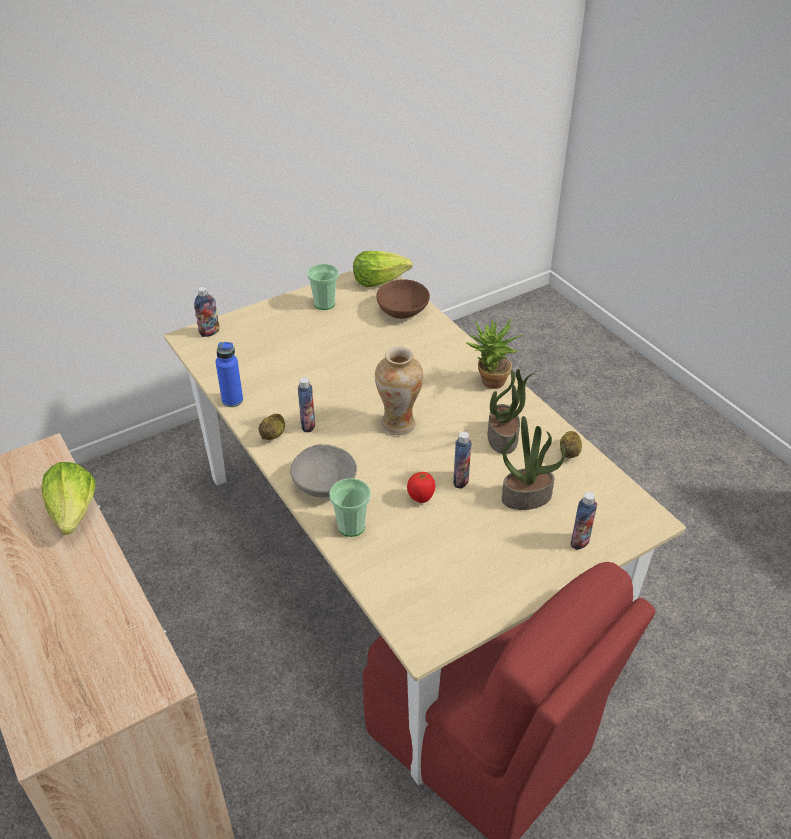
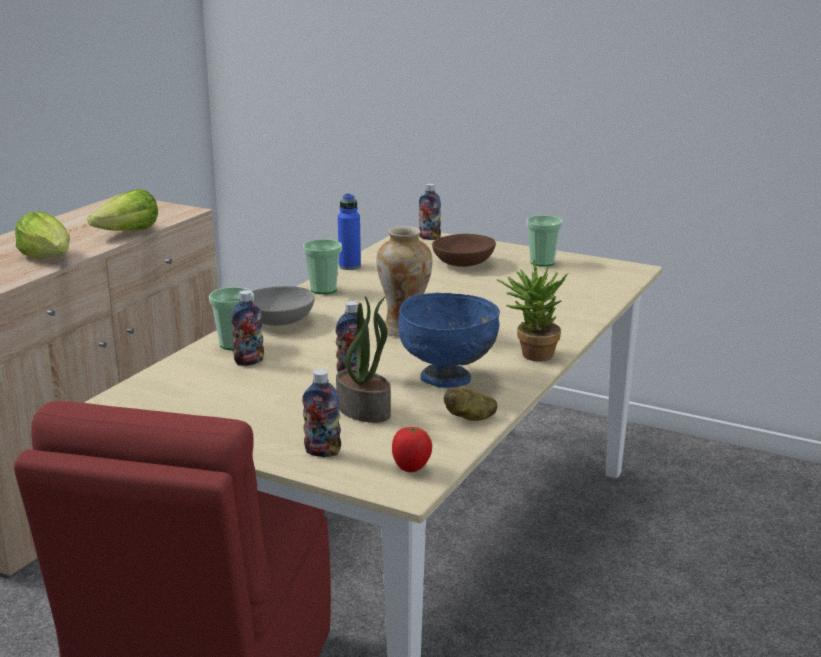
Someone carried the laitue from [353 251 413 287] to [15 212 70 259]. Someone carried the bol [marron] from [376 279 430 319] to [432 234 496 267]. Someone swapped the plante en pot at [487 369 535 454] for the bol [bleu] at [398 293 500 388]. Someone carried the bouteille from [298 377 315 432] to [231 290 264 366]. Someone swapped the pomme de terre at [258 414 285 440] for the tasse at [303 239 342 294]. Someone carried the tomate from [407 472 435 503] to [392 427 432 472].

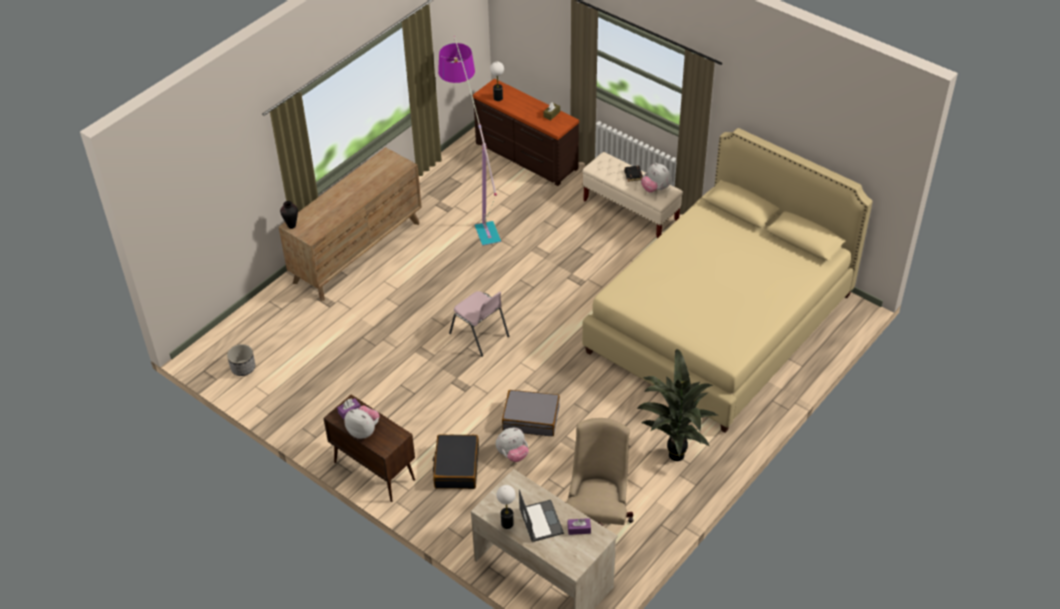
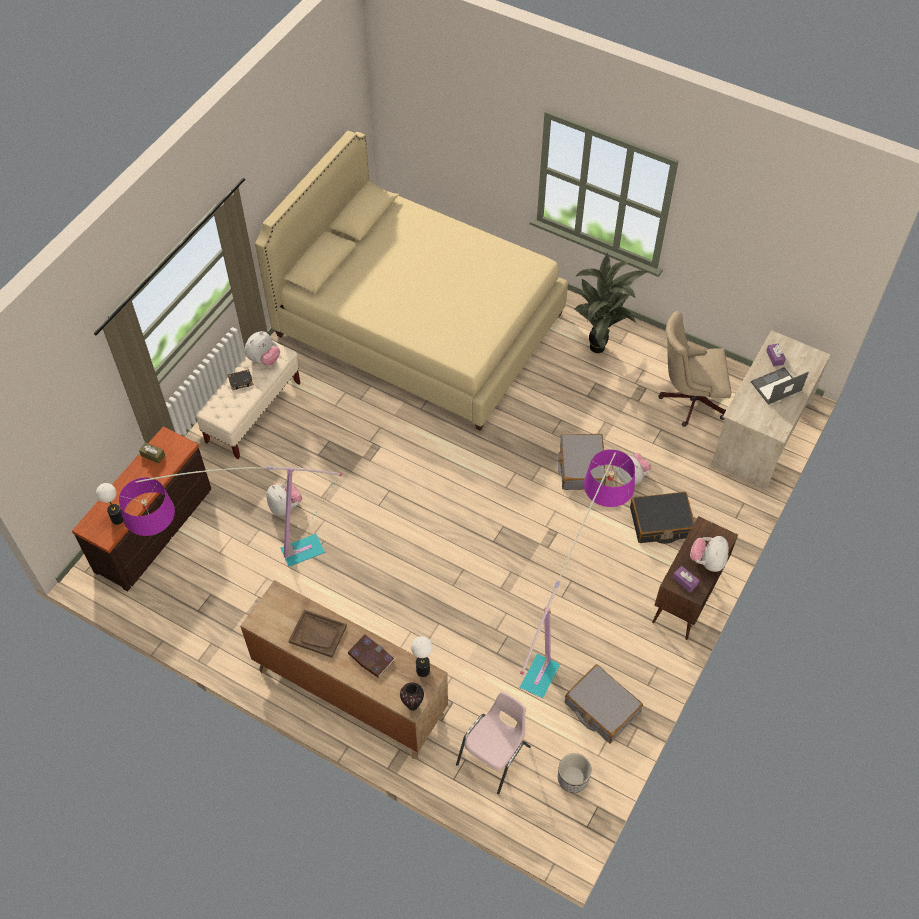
Someone carried the chaise [rose] from [449 291 509 357] to [456 692 531 794]. Someone carried the lampe de table from [497 485 516 529] to [411 636 433 677]. Someone put down the lampadaire at [520 449 635 699]. Someone put down the peluche at [266 484 302 516]. Someone put down the plateau [marron] at [289 610 347 658]. Someone put down the livre at [348 635 395 678]. Someone put down the valise [gris] at [565 664 643 744].

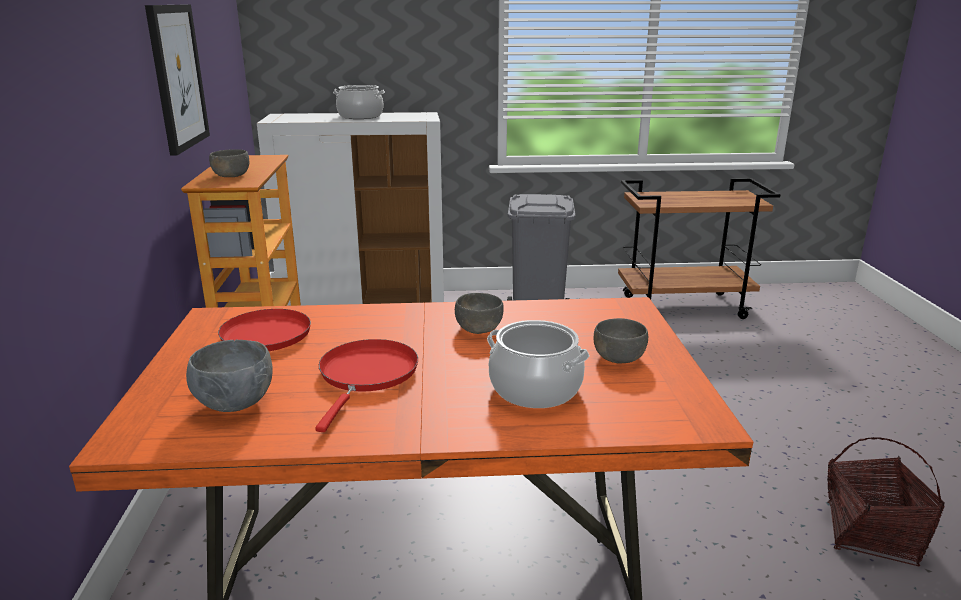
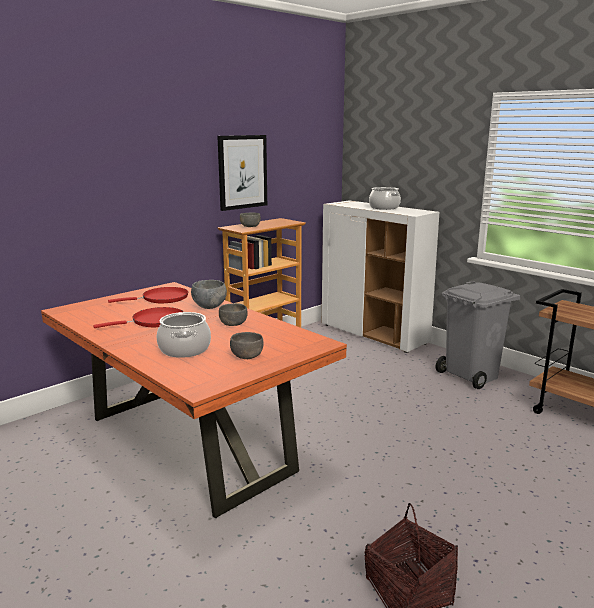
Someone carried the bol [gris] from [186 340 272 412] to [191 280 227 309].

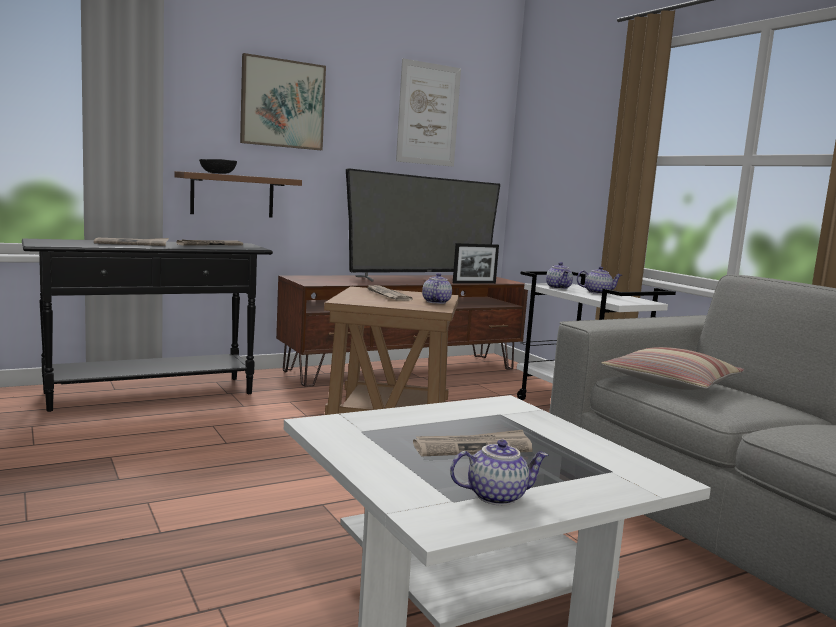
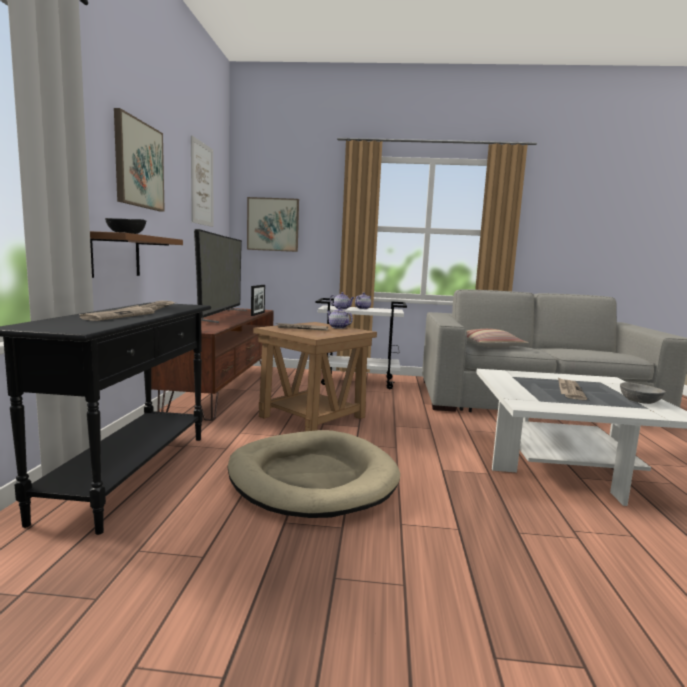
Someone swapped the théière at [450 439 549 506] for the bol [gris] at [620 382 666 404]. Someone put up the tableau at [247 197 299 252]. Someone put down the panier pour chien [beige] at [227 430 400 518].

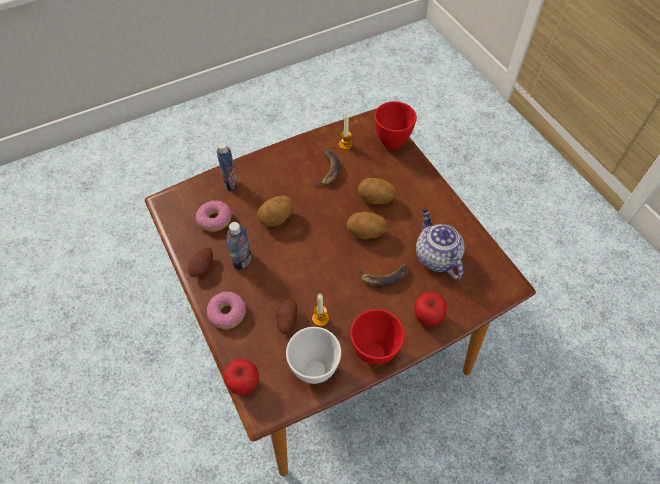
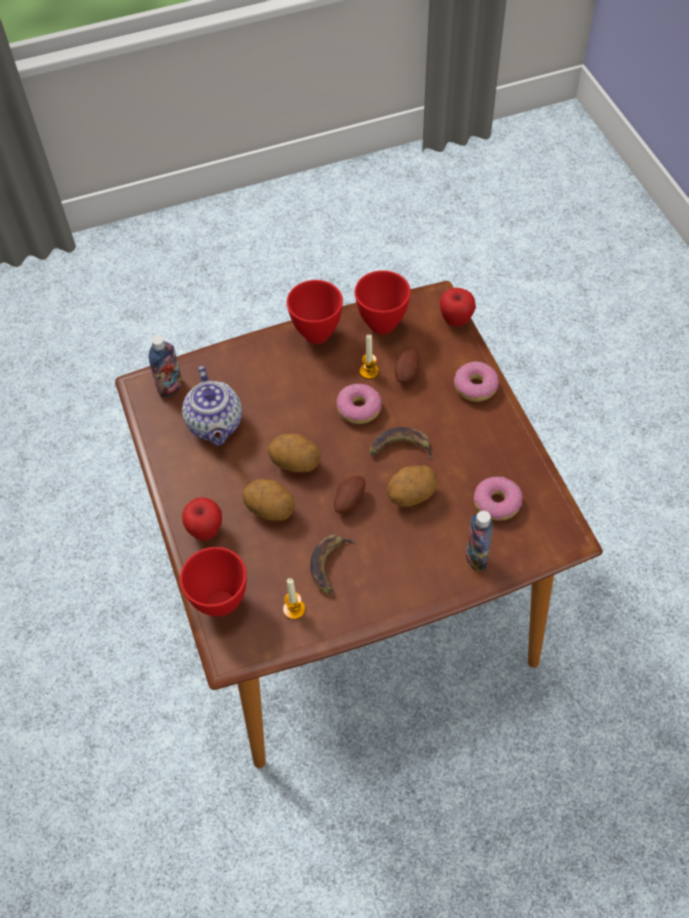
Someone carried the bouteille from [227 222 252 270] to [149 335 182 398]. Someone carried the pomme de terre from [188 248 213 277] to [334 476 365 514]. Someone carried the banane from [357 263 408 287] to [370 427 434 459]. Someone carried the pomme from [414 292 447 326] to [182 497 222 541]. Someone repainted the bol [blanc] at [286 327 341 384], which became the bol [rouge] at [355 270 411 335]. Someone put down the beignet at [337 384 382 424].

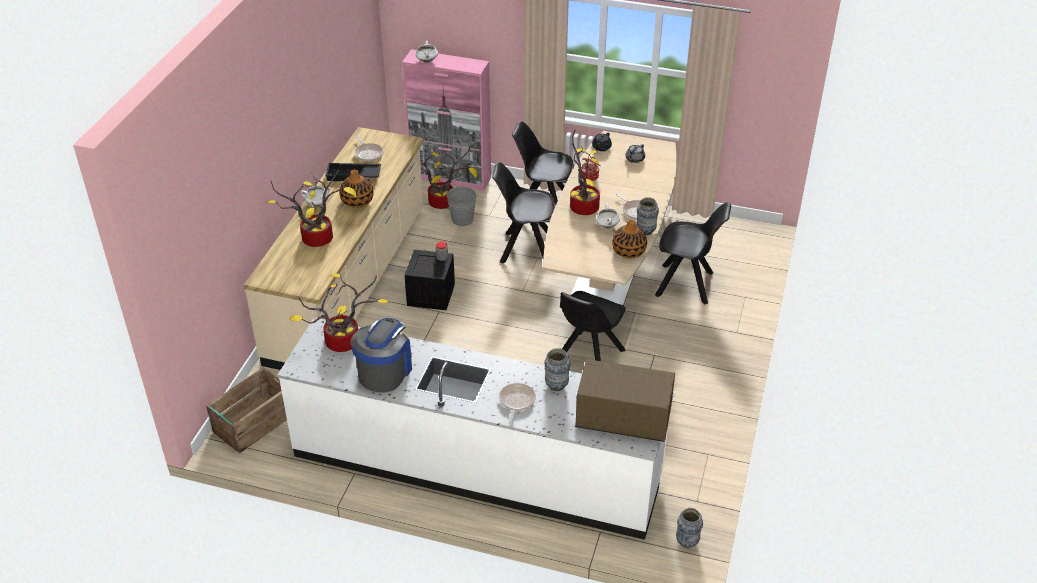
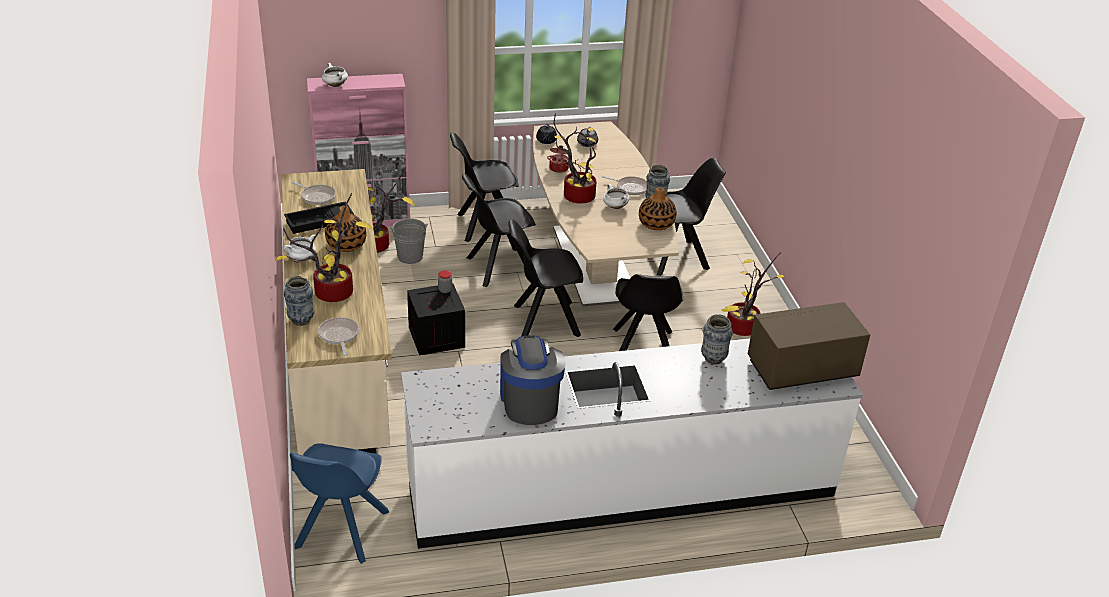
Someone carried the plante en pot from [289 273 390 352] to [722 252 785 336]. Someone swapped the caisse at [206 367 287 453] for the chaise [bleu] at [290 443 389 564]. Someone carried the poêle from [499 383 536 424] to [318 317 359 355]. Someone carried the vase from [676 508 703 548] to [284 276 314 326]. Someone put down the chaise [noir] at [508 219 583 337].

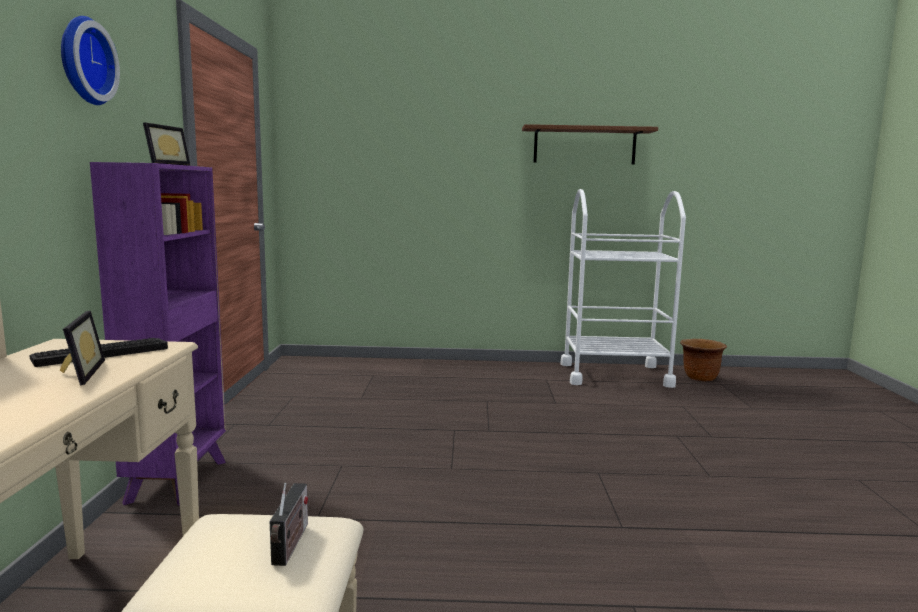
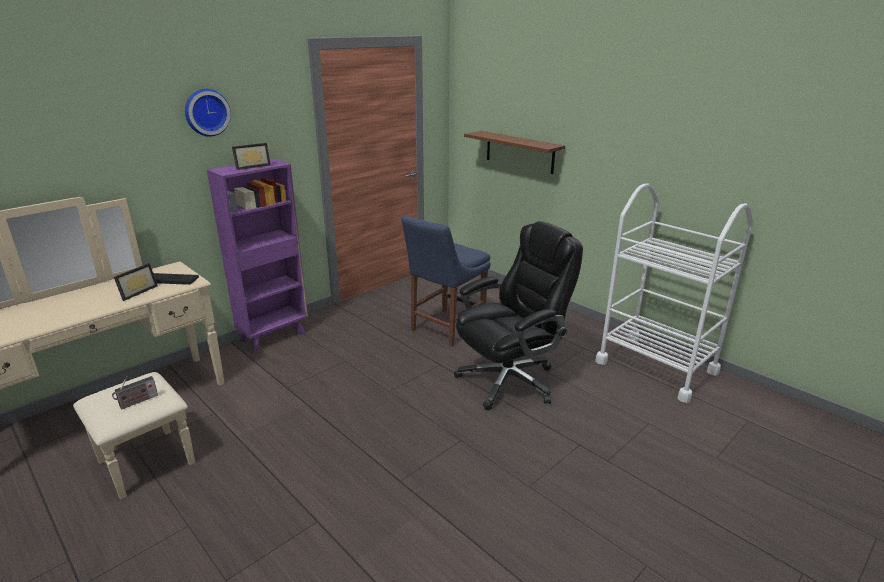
Someone carried the étagère [marron] from [522 124 658 164] to [464 131 565 174]. Someone took away the cache-pot [marron] at [680 339 727 381]. Someone put down the chaise [bleu] at [401 215 491 347]. Someone put down the chaise de bureau [noir] at [454 221 583 410].

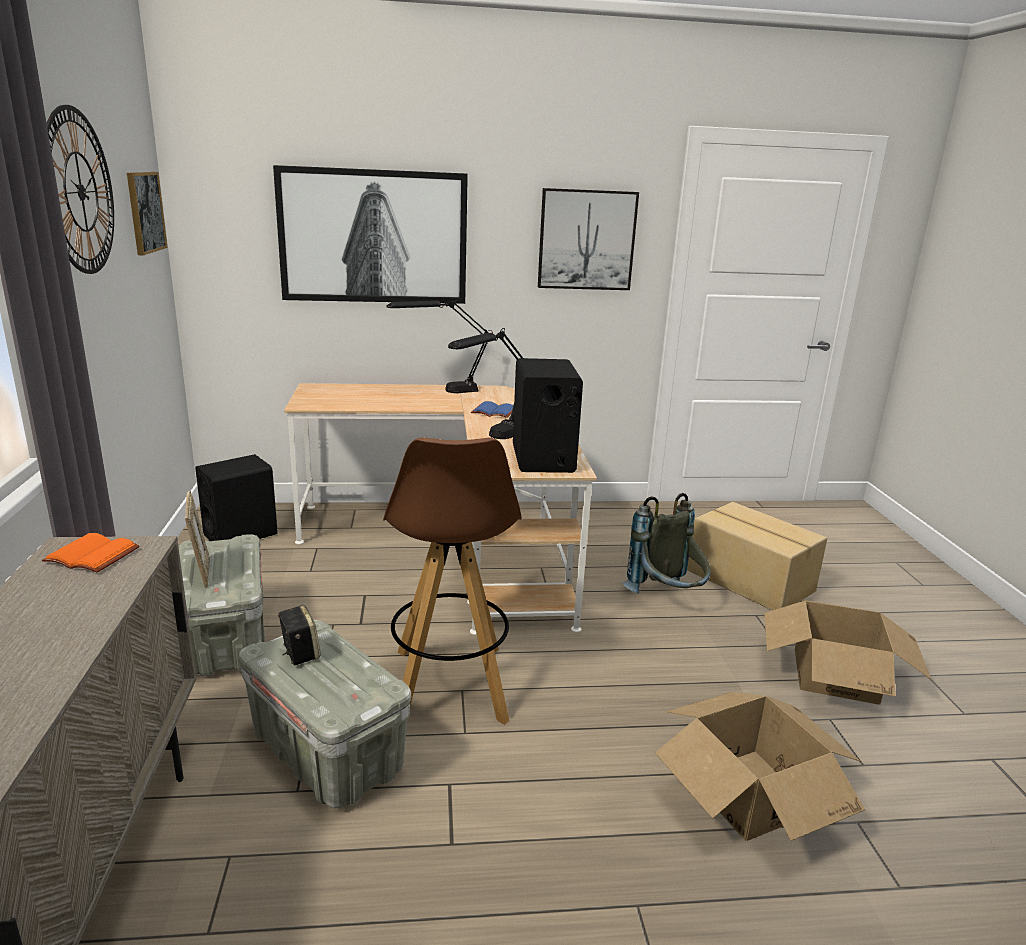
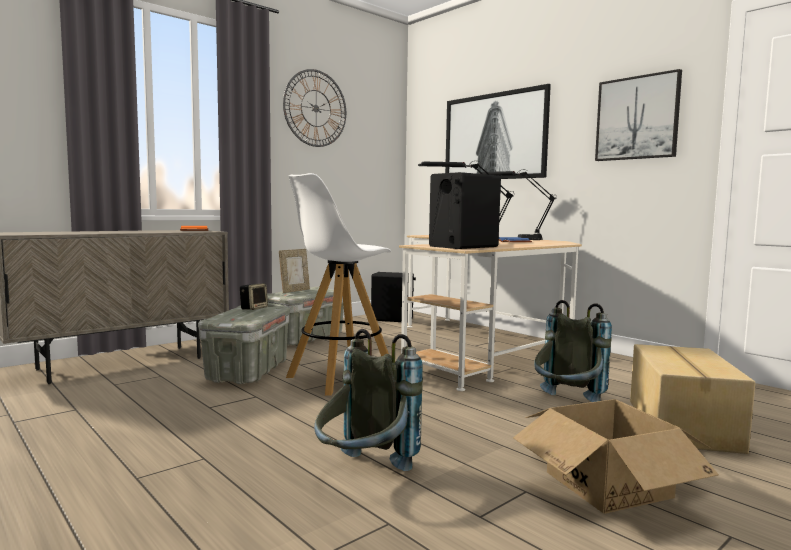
Someone took away the tableau at [127 172 168 255]. Someone repainted the tabouret [marron] at [383 437 522 725], which became the tabouret [blanc] at [286 173 391 396]. Someone swapped the carton at [655 692 865 841] for the sac à dos [gris] at [314 329 423 471].

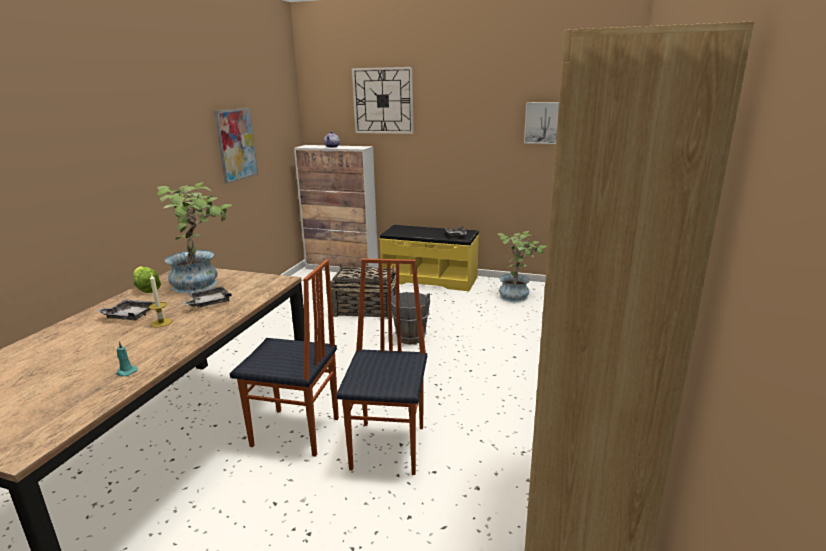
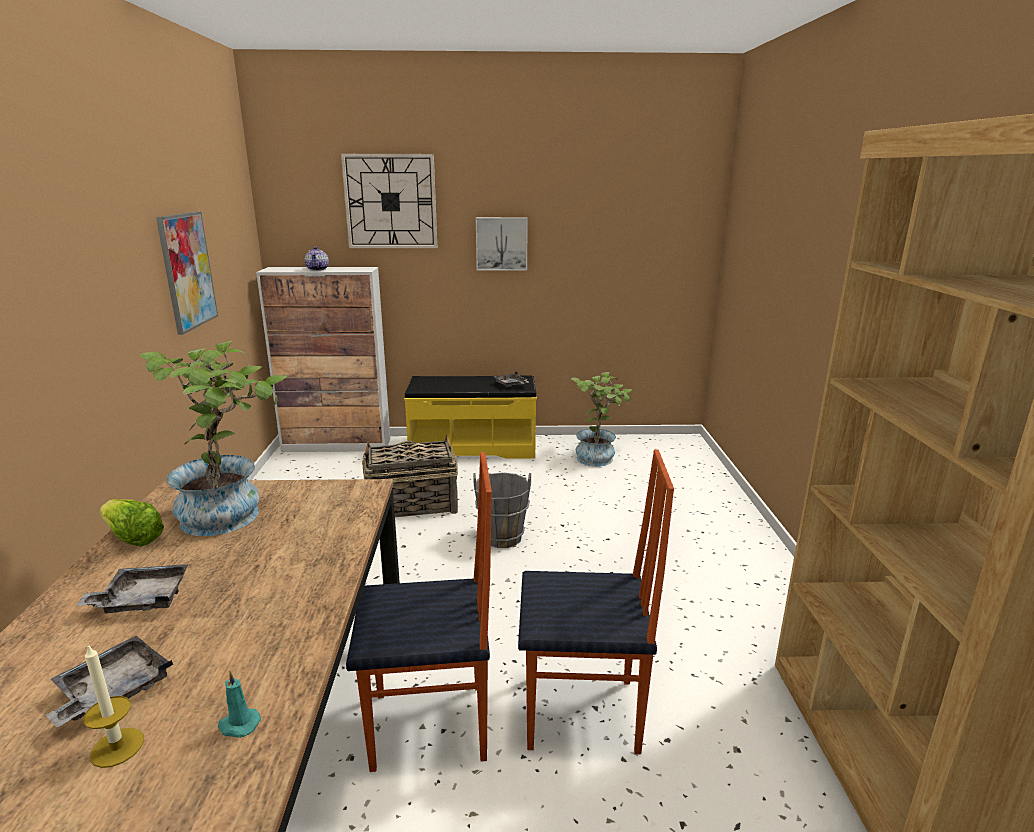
Someone carried the tableau from [524 102 559 144] to [476 217 528 271]. Someone rotated the chaise at [336 258 427 475] by 105 degrees clockwise. Someone carried the bougie from [149 274 172 327] to [83 644 144 768]. Someone carried the plateau [gris] from [183 286 232 307] to [46 636 173 727].

